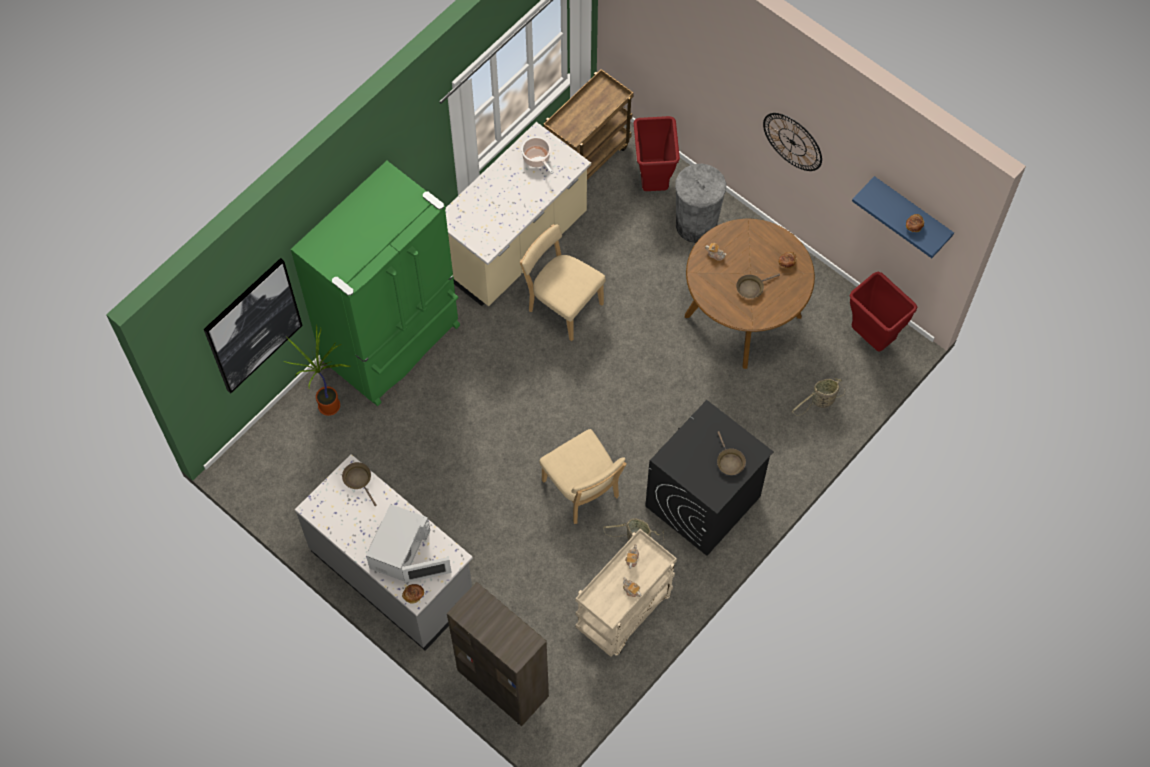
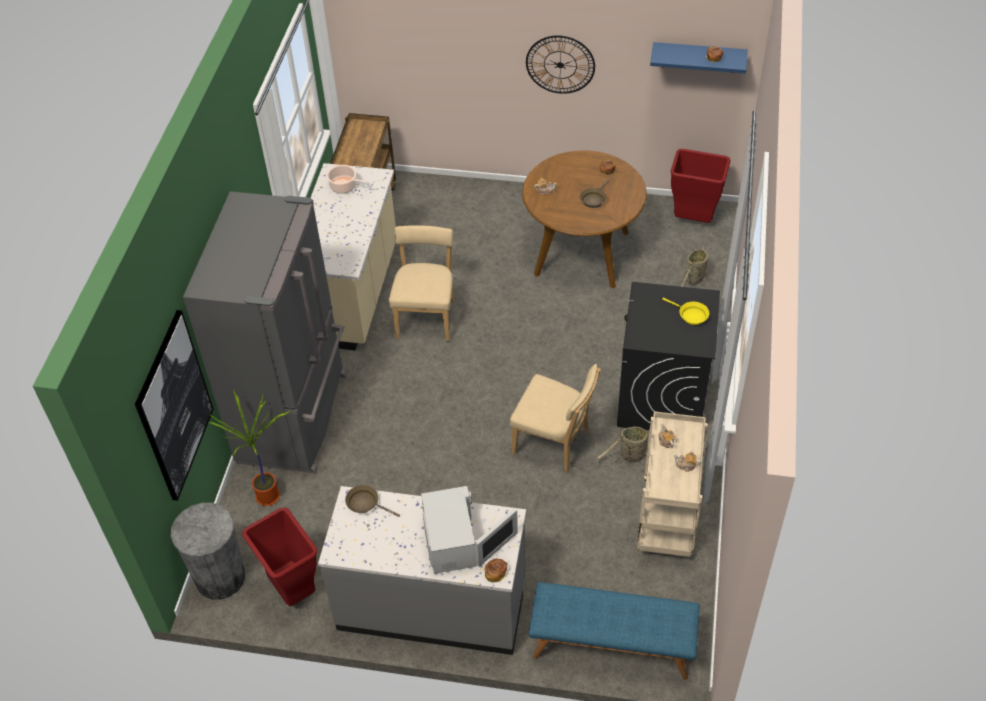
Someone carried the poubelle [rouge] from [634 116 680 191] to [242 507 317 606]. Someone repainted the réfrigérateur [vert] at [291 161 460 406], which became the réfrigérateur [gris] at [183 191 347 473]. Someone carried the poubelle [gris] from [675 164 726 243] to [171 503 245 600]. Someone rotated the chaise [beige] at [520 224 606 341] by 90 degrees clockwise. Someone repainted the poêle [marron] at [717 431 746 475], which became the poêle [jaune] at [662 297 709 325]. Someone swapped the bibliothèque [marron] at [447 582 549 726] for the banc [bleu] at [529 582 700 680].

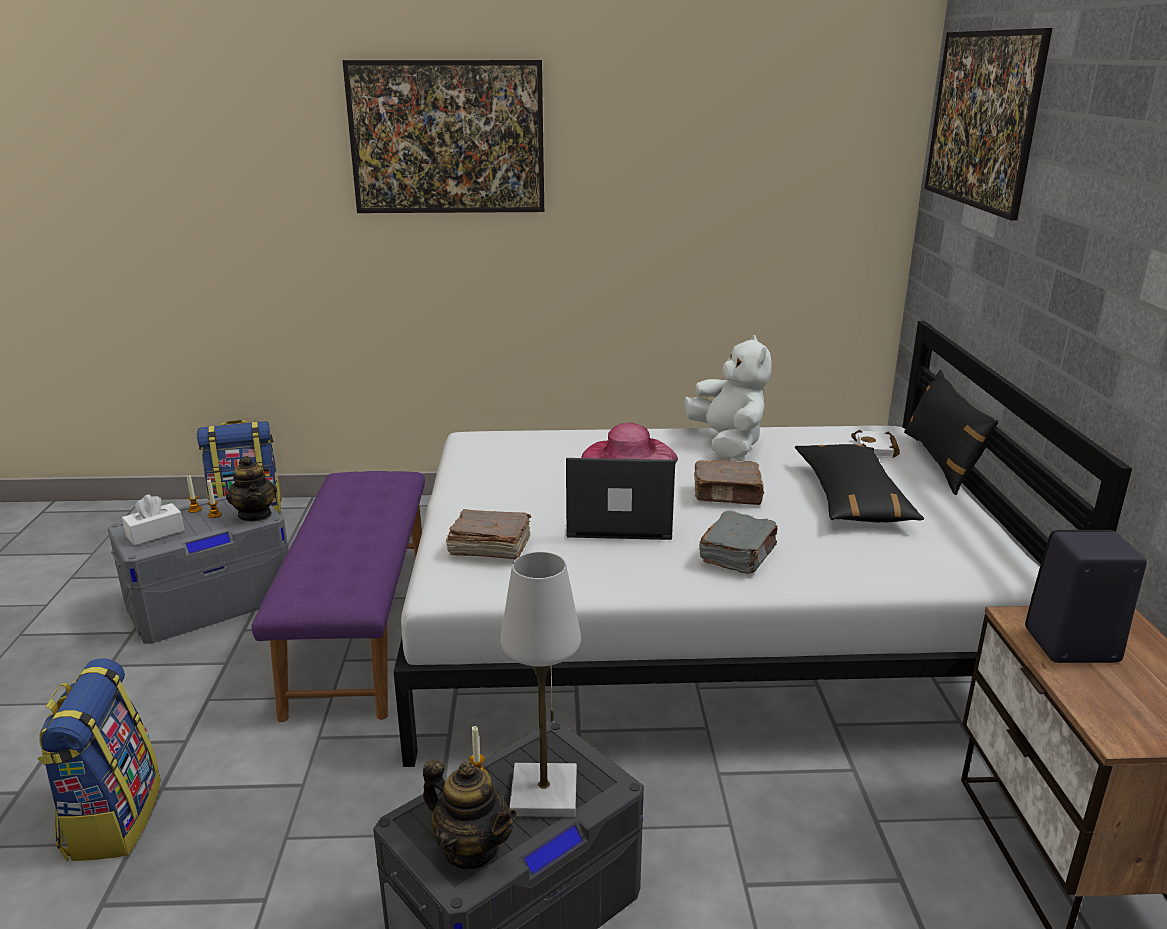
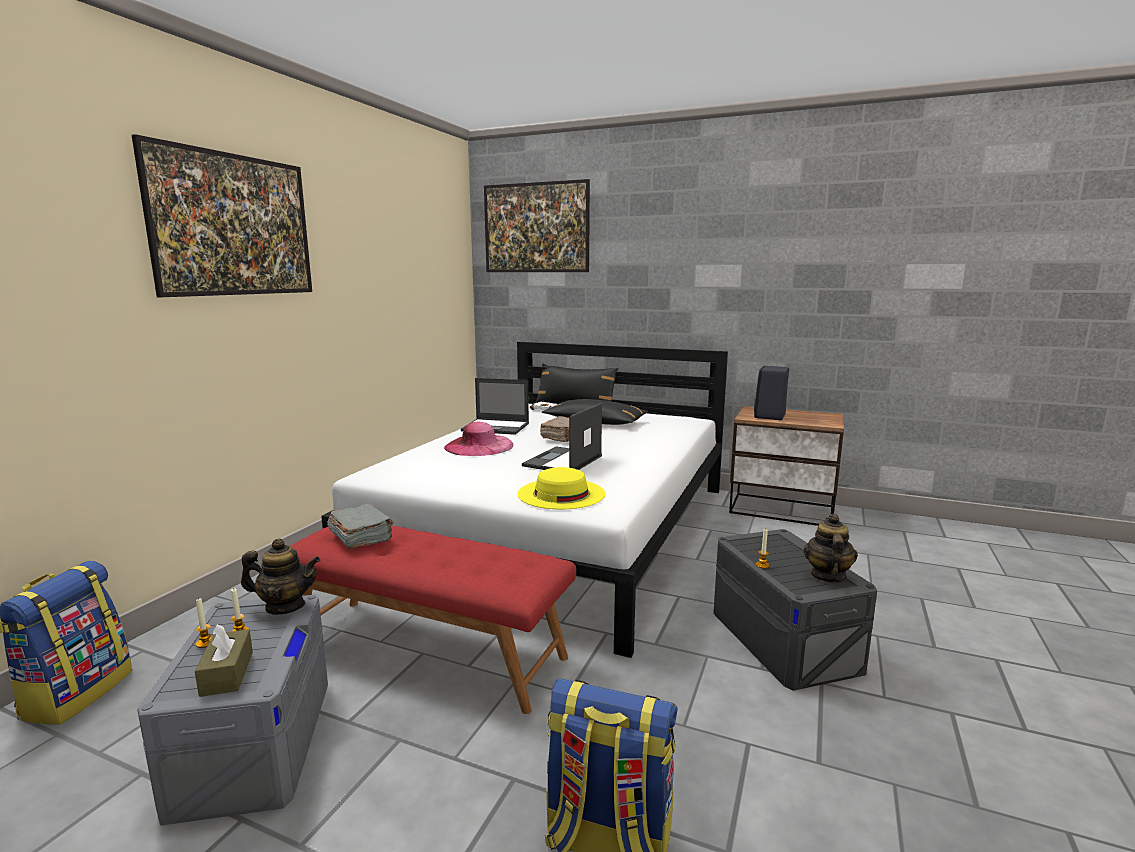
Someone swapped the peluche [blanc] at [684 335 772 459] for the ordinateur portable at [461 378 529 435]. Someone repainted the banc [violet] at [252 471 425 722], which became the banc [rouge] at [290 526 576 714]. Someone repainted the boîte à mouchoirs [blanc] at [122 494 184 546], which became the boîte à mouchoirs [marron] at [195 624 253 697]. Someone swapped the livre [marron] at [446 509 531 559] for the chapeau [jaune] at [518 467 605 509]. Someone carried the livre [gris] from [699 511 777 574] to [327 504 394 549]. Someone took away the lampe de table [blanc] at [500 552 581 817]. Someone rotated the théière at [423 759 517 869] by 45 degrees counterclockwise.

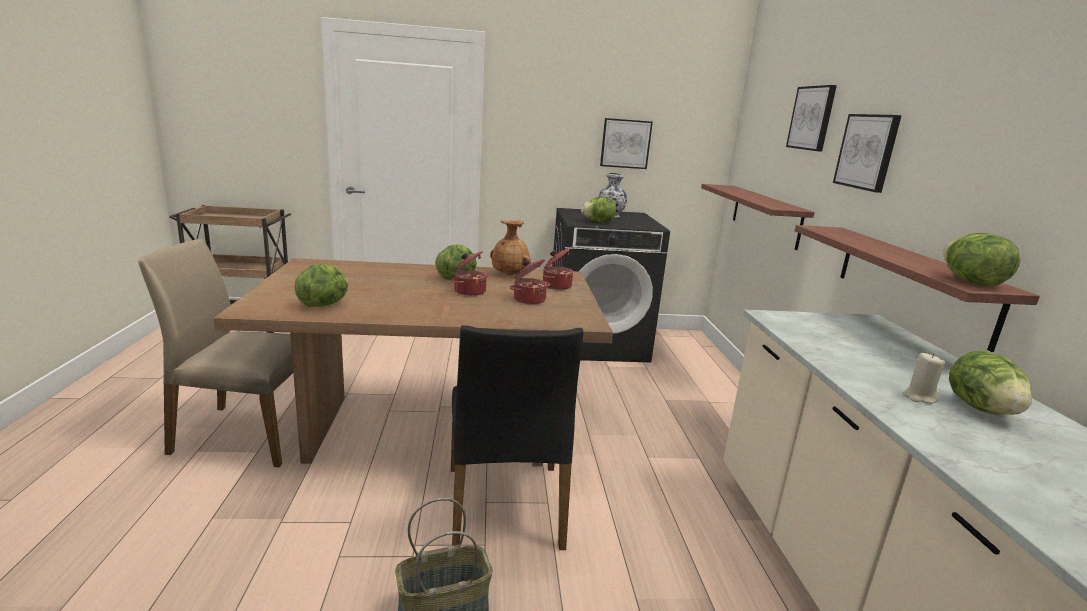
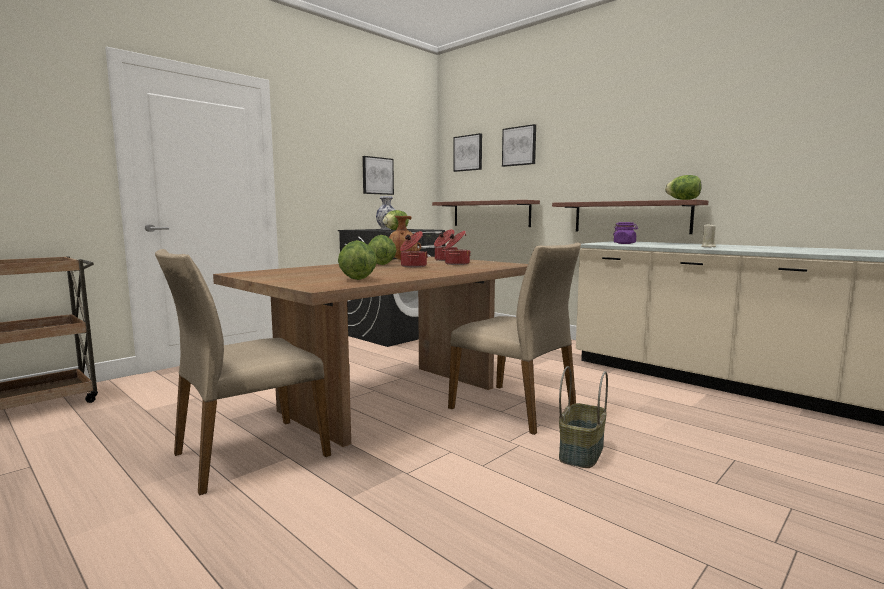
Someone carried the tableau from [833 114 902 193] to [453 133 482 172]. Someone repainted the chaise [noir] at [451 325 583 550], which became the chaise [beige] at [448 242 581 435]. Someone took away the laitue at [949 351 1032 415]. Someone put down the bocal [violet] at [613 222 638 244].

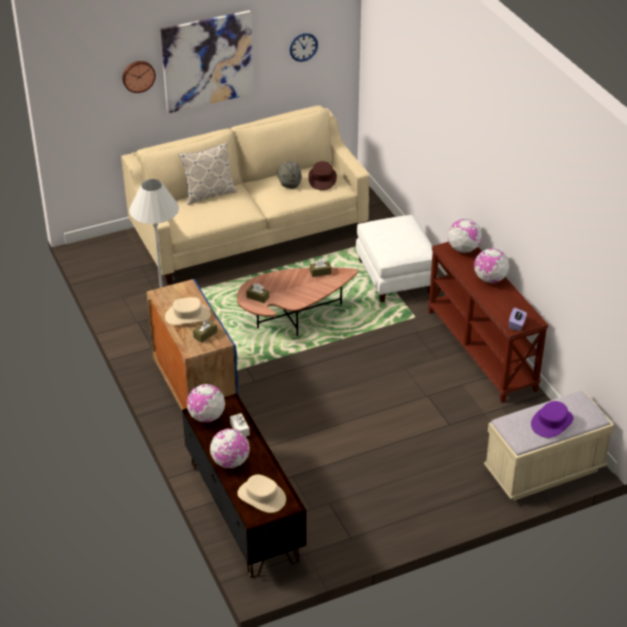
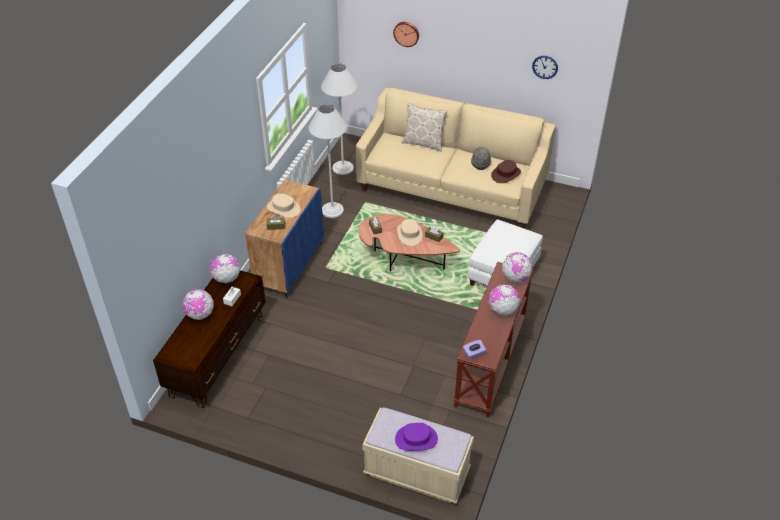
Someone took away the tableau at [160 10 254 113]. Someone carried the chapeau [beige] from [237 474 286 513] to [397 219 423 246]. Someone put down the lampadaire [blanc] at [321 63 357 175].

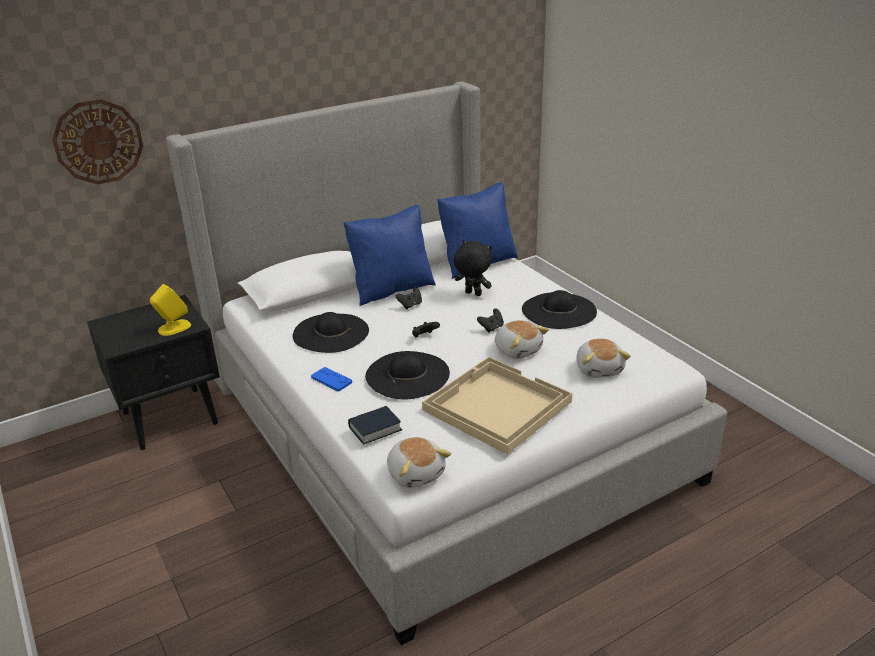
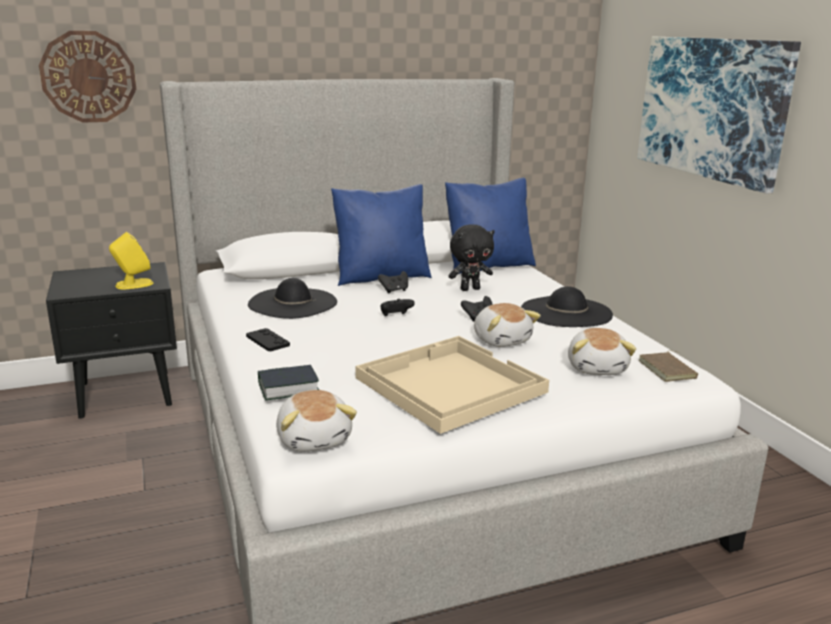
Someone rotated the peluche [noir] at [454 240 492 296] by 120 degrees clockwise. Someone took away the chapeau [noir] at [365 351 450 399]. Someone repainted the manette [bleu] at [311 367 352 391], which became the manette [noir] at [246 328 290 351]. Someone put up the tableau at [637 37 801 194]. Someone put down the livre [marron] at [639 351 698 382].

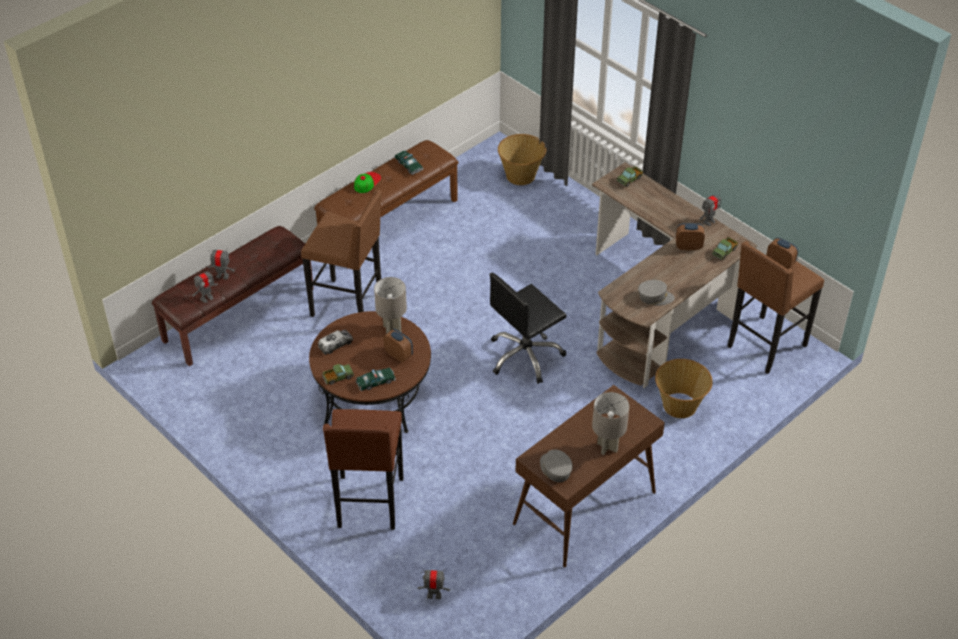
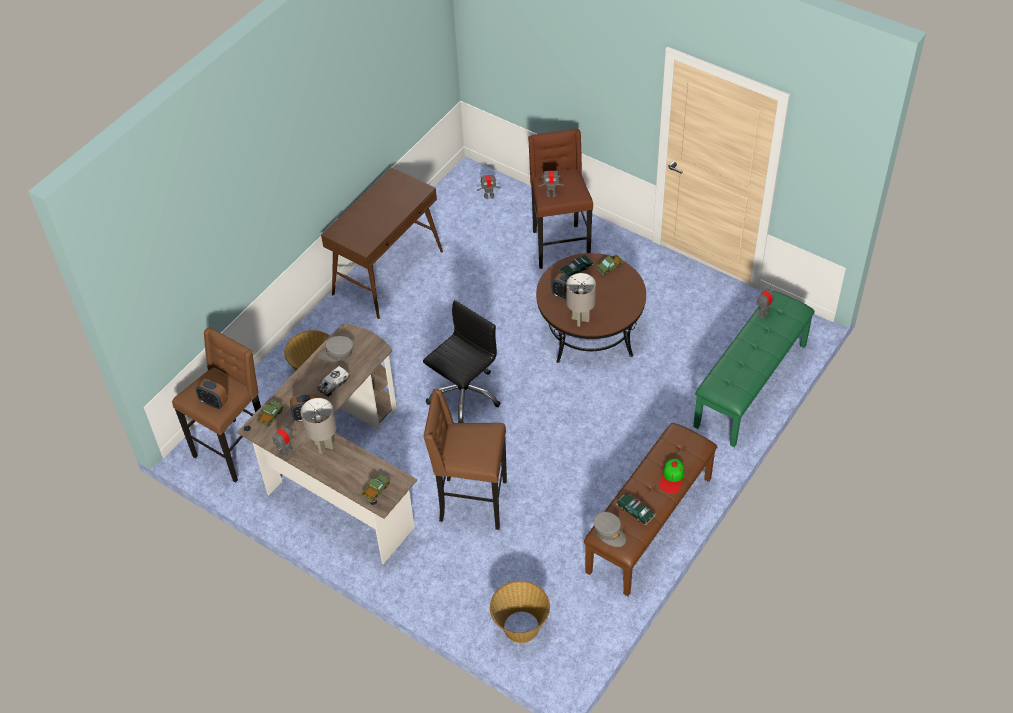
Someone carried the tabouret [marron] from [301 189 382 317] to [423 389 507 530]. Someone repainted the banc [marron] at [152 226 314 366], which became the banc [vert] at [693 291 815 447]. Someone carried the robot jouet from [207 248 235 279] to [538 168 564 197]. Someone carried the camion jouet from [318 330 353 355] to [317 366 350 397]. Someone carried the lampe de table [gris] from [592 392 629 455] to [301 398 337 454]. Someone carried the casquette [gris] from [540 449 573 482] to [593 512 626 547].

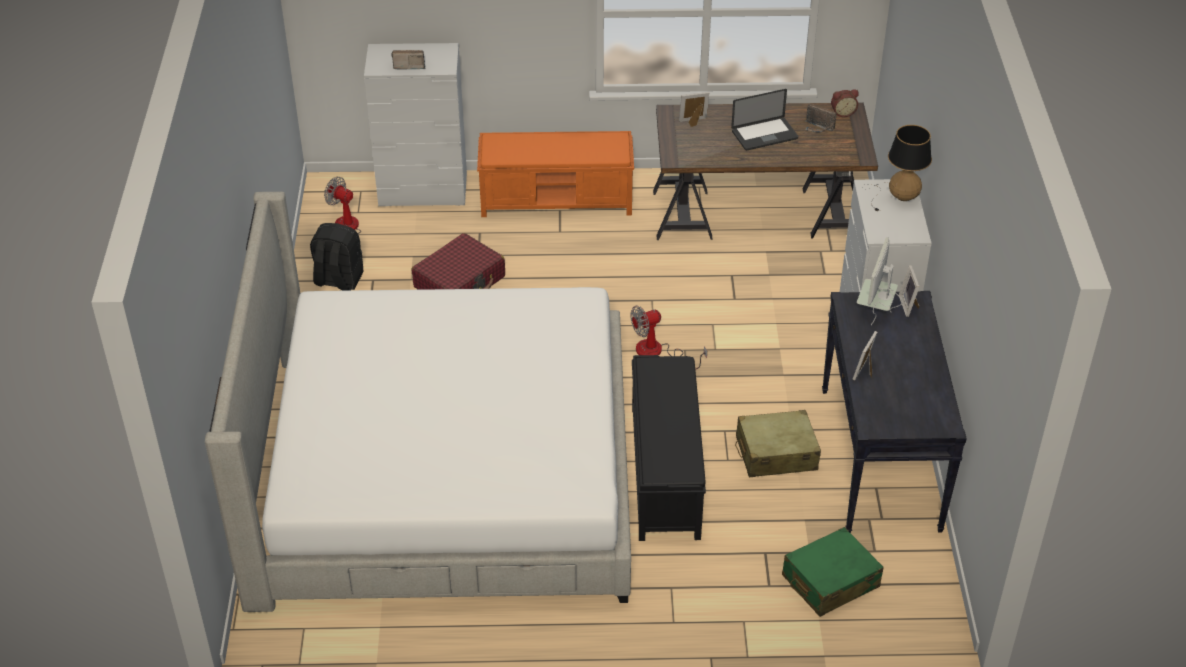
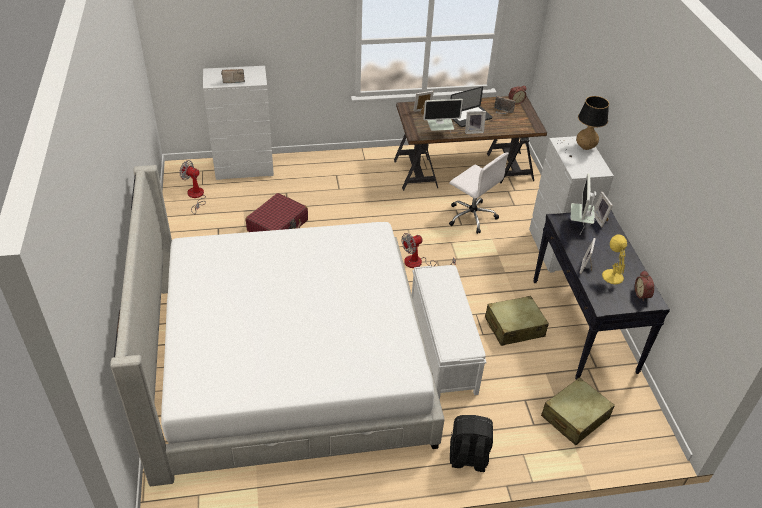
Someone took away the banc [orange] at [477 131 634 217]. Someone carried the sac à dos [noir] from [310 223 364 291] to [450 415 493 472]. Someone repainted the banc [noir] at [632 355 706 541], which became the banc [blanc] at [412 265 487 399]. Someone repainted the valise [vert] at [782 527 884 617], which became the valise [beige] at [541 377 615 445]. Someone put down the écran d'ordinateur at [423 99 463 135]. Someone put down the cadre photo at [465 111 486 134]. Someone put down the chaise de bureau [blanc] at [449 152 509 234]. Someone put down the lampe de table [jaune] at [602 235 627 284]. Someone put down the réveil at [635 270 654 301].

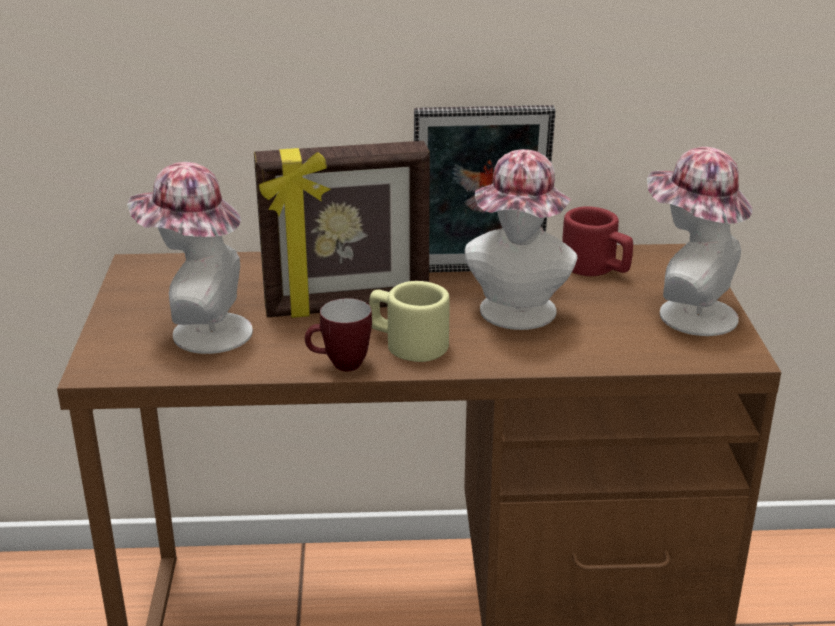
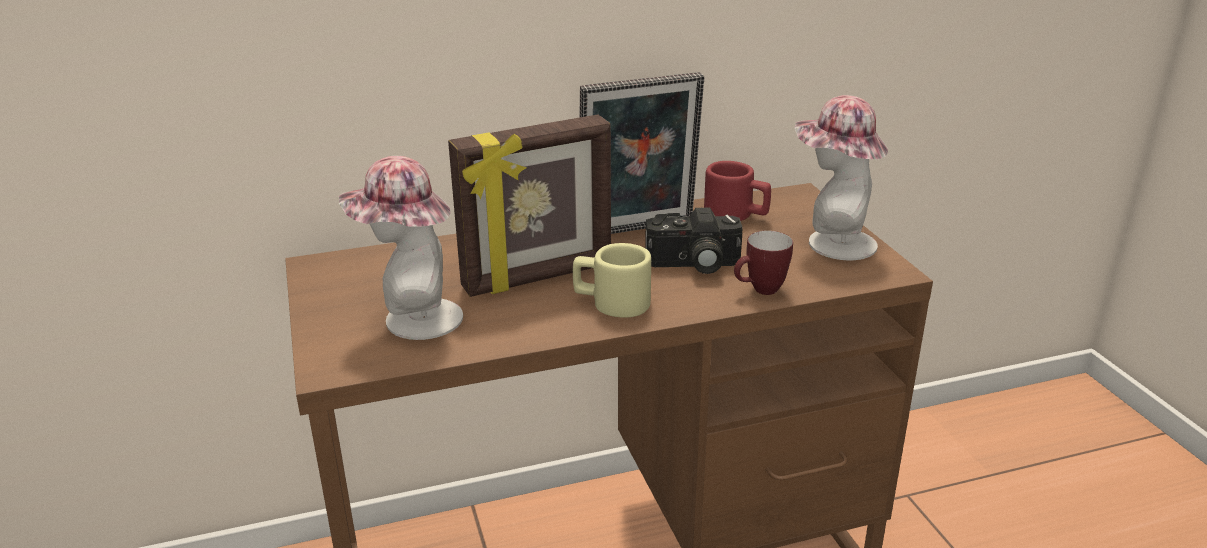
Someone swapped the chapeau at [464 149 577 330] for the appareil photo at [645 207 743 274]. Someone carried the mug from [305 298 372 372] to [734 231 793 295].

